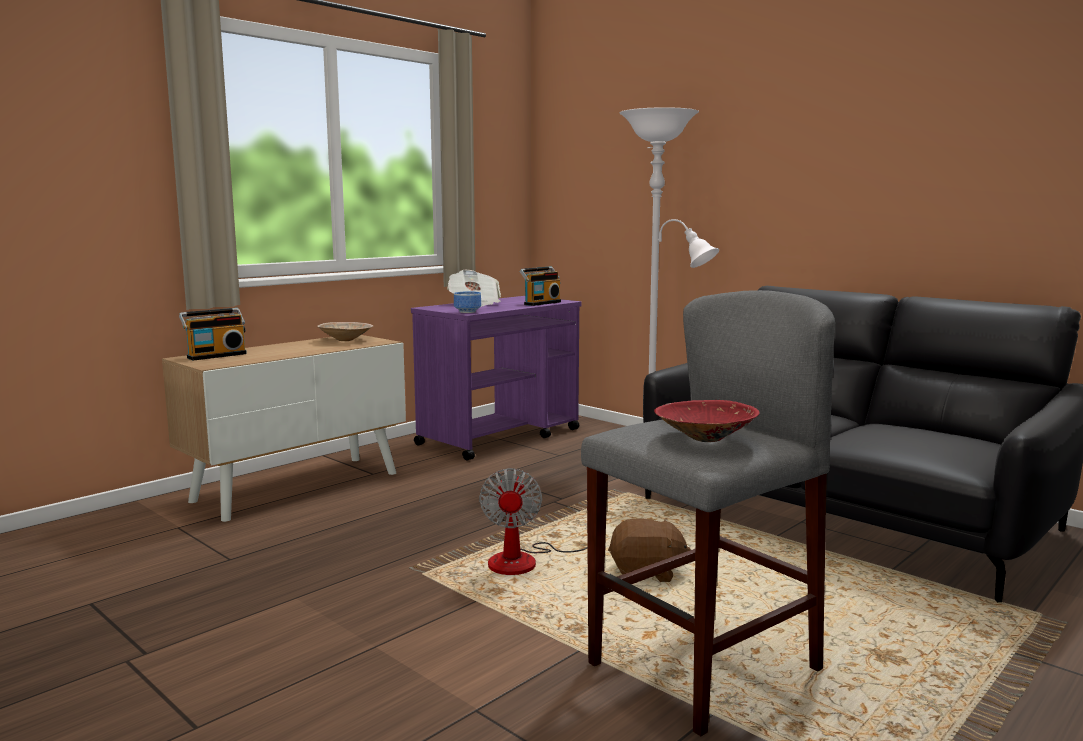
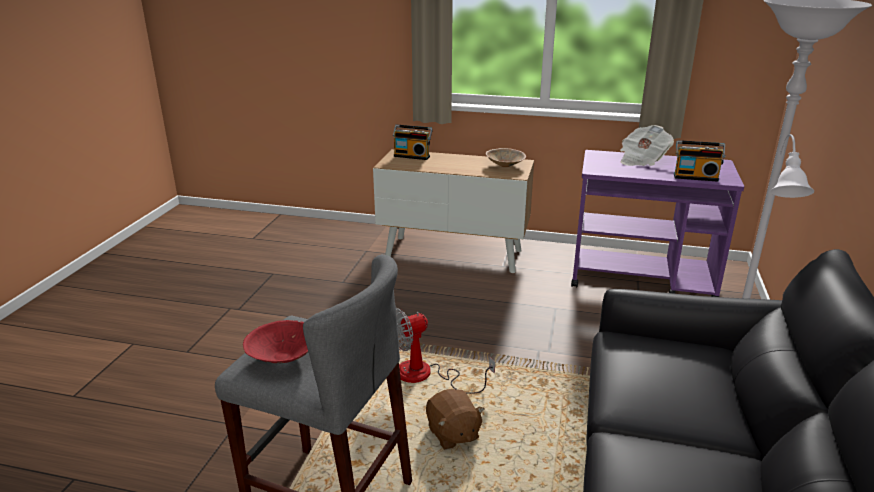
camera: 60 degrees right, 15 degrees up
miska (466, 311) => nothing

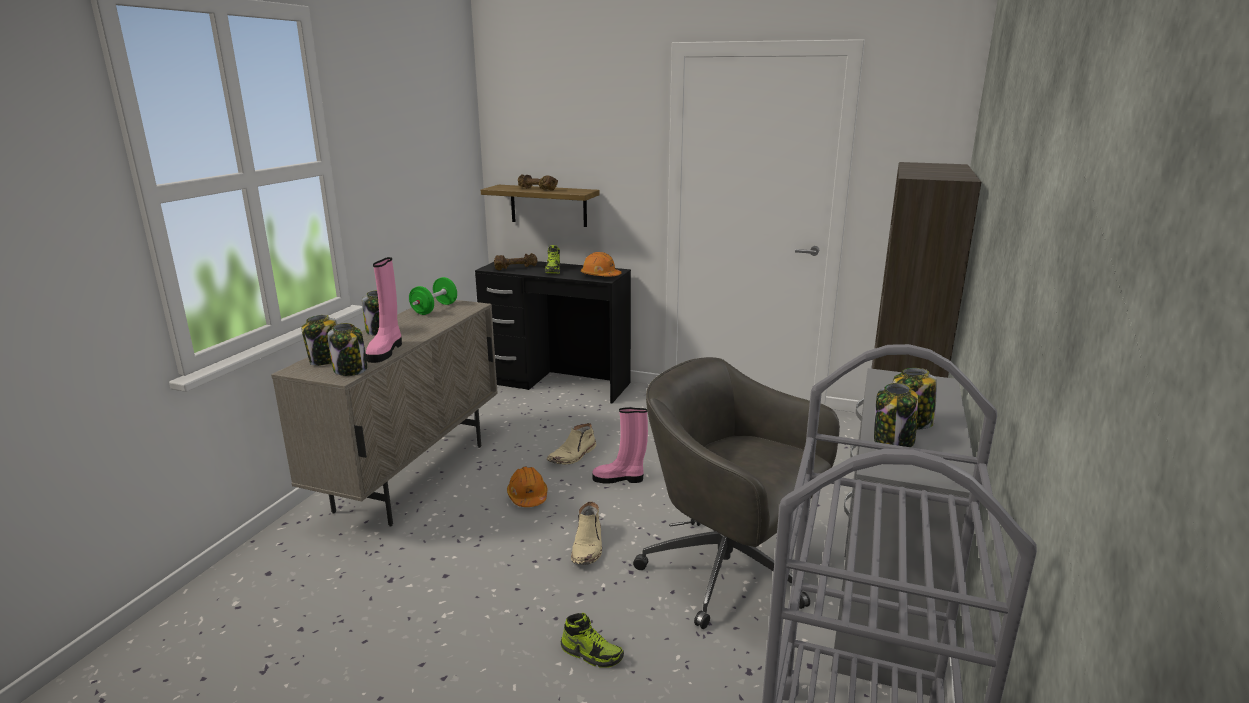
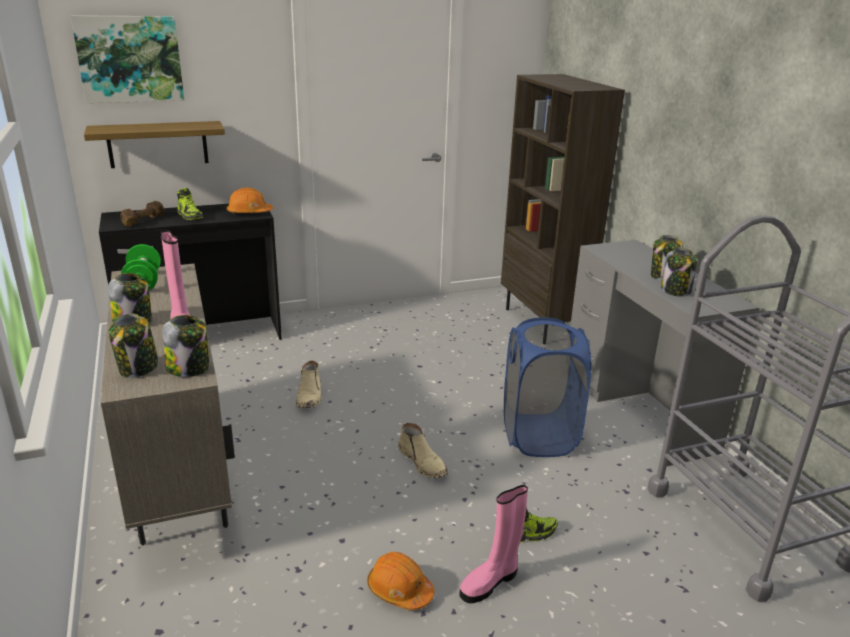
camera: 40 degrees left, 5 degrees up
kask/pomarańczowy (527, 496) => kask/pomarańczowy (399, 590), moved
hantel/brązowy (536, 189) => nothing
but z cholewką/różowy (619, 479) => but z cholewką/różowy (490, 582), moved
krzesło biurowe/szary (729, 573) => kosz na pranie/niebieski (538, 435)
nothing => obraz (130, 59)

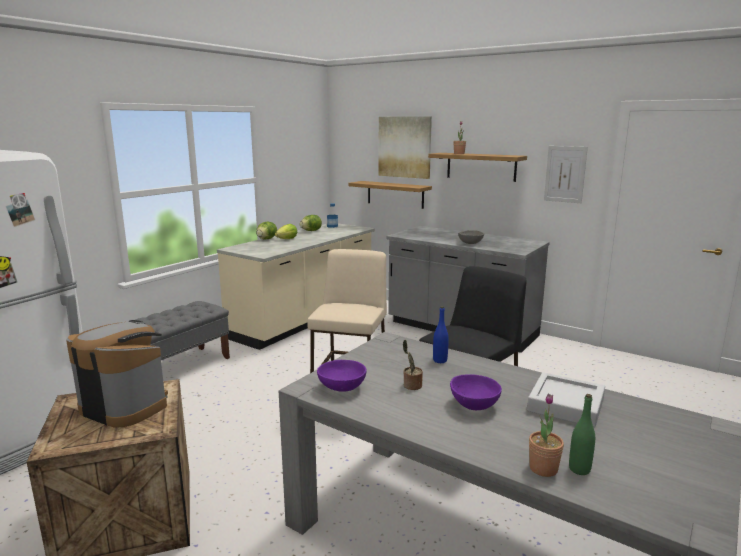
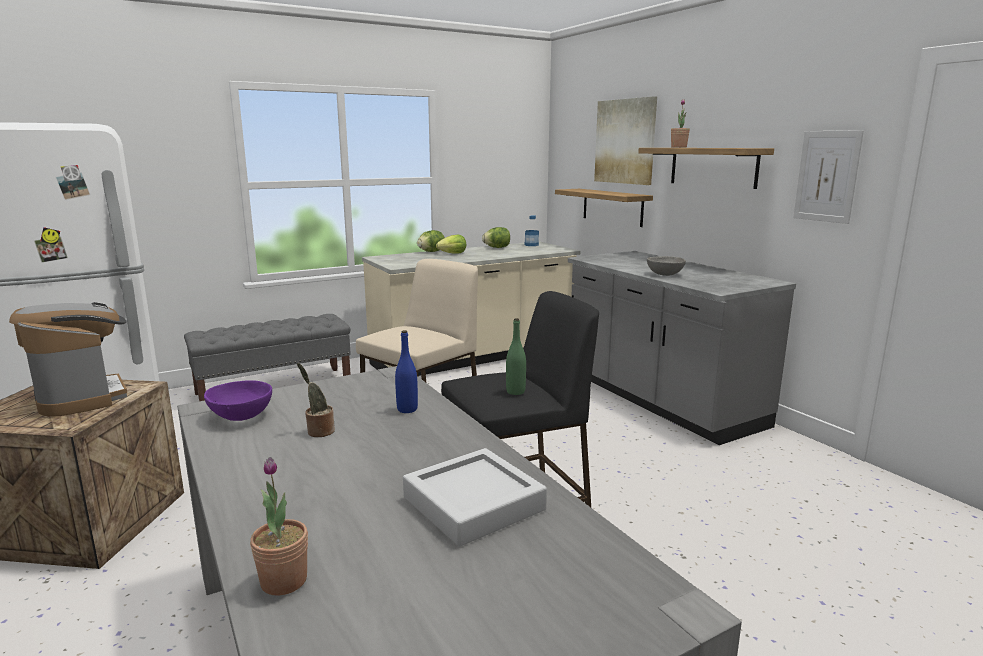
camera: 25 degrees right, 0 degrees up
miska/fioletowy (474, 406) => nothing
butelka/zielony (579, 469) => butelka/zielony (515, 391), moved

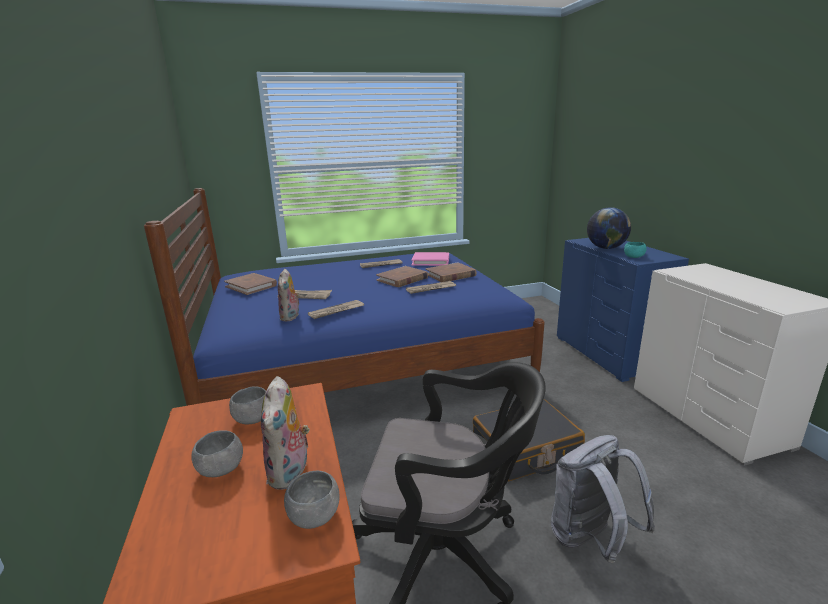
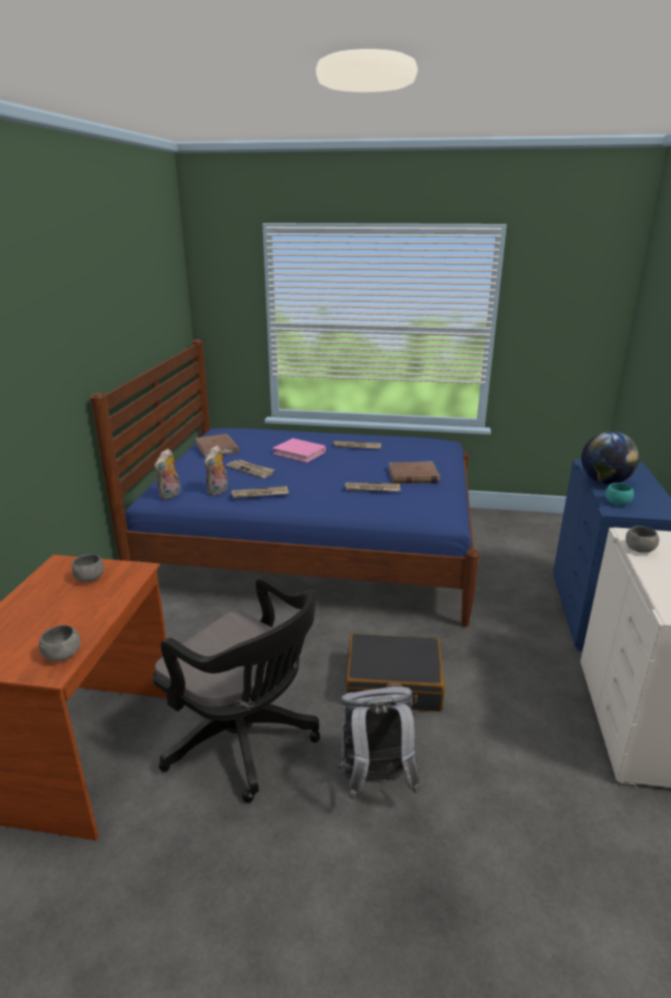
camera: 25 degrees right, 5 degrees up
miska/szary (221, 469) => miska/szary (639, 549), moved
pluszak (290, 473) => pluszak (170, 495), moved
książka/brązowy (402, 279) => nothing
książka/różowy (430, 261) => książka/różowy (300, 453), moved

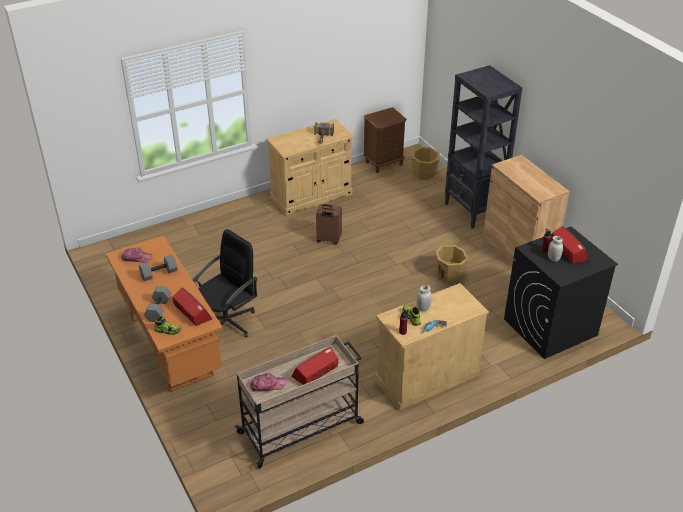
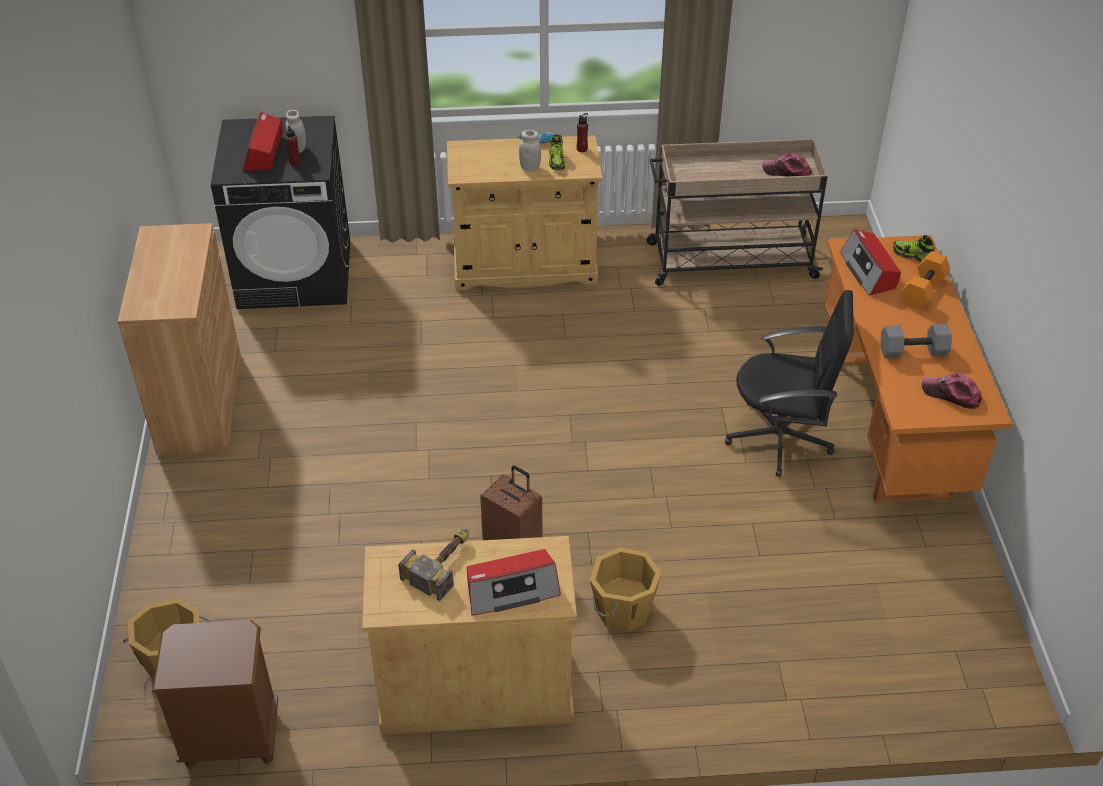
camera: 155 degrees left, 5 degrees up
hantel/szary (159, 310) => hantel/pomarańczowy (922, 290)
krzesło biurowe/czarny (227, 322) => krzesło biurowe/czarny (781, 437), 150 degrees counterclockwise
radio (316, 371) => radio (511, 590), moved
wiadro/pomarańczowy (450, 275) => wiadro/pomarańczowy (622, 609), moved
regał/czarny (473, 211) => nothing

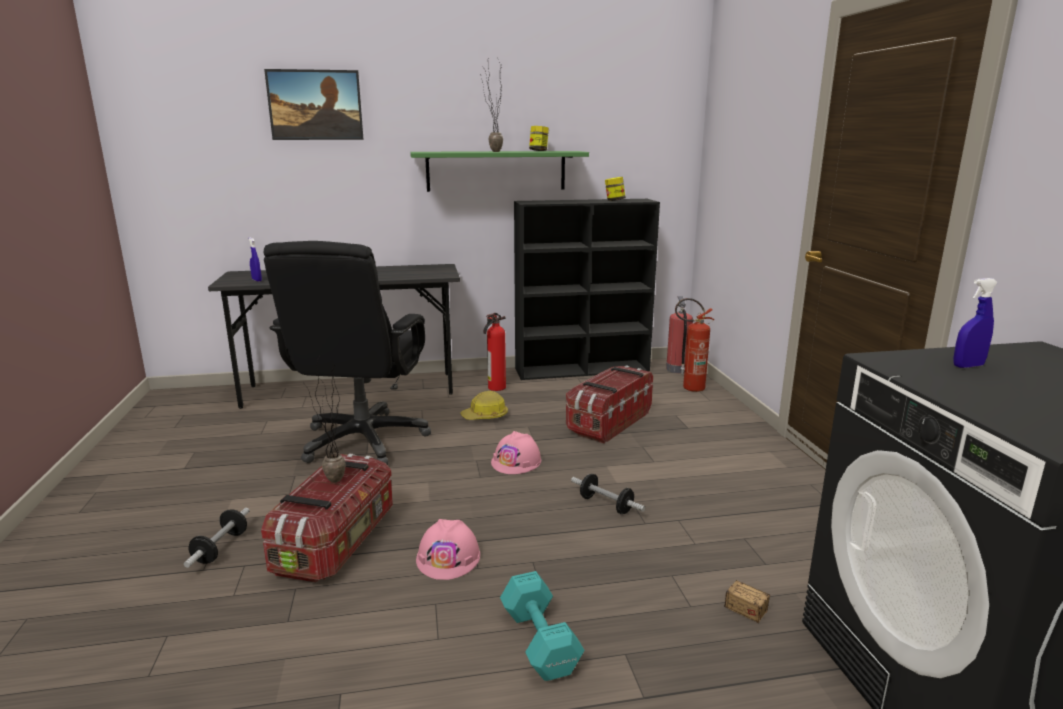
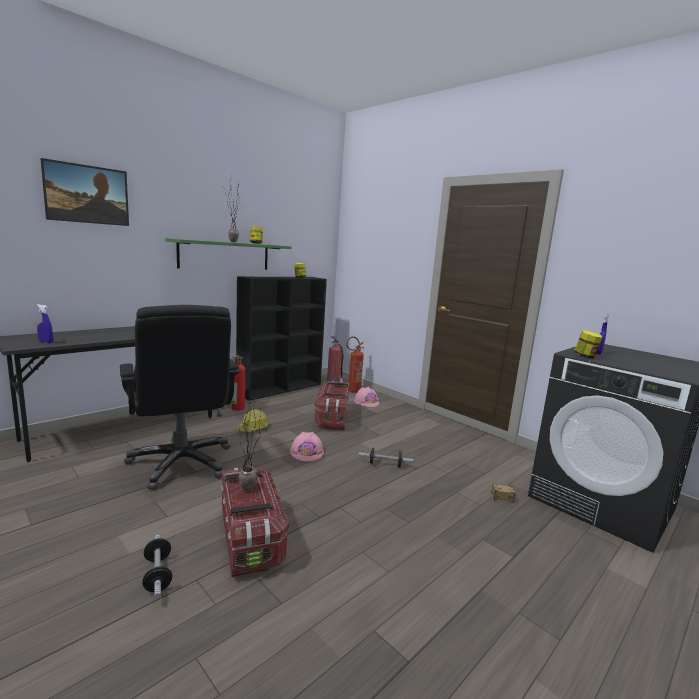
camera: 35 degrees left, 5 degrees down
kask/różowy (448, 557) => kask/różowy (366, 402), moved
hantel/turkusowy (539, 643) => nothing
nothing => słoik (585, 356)

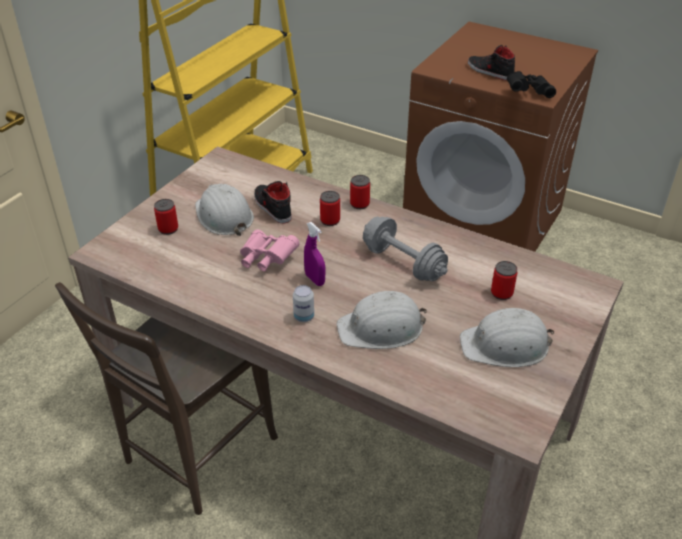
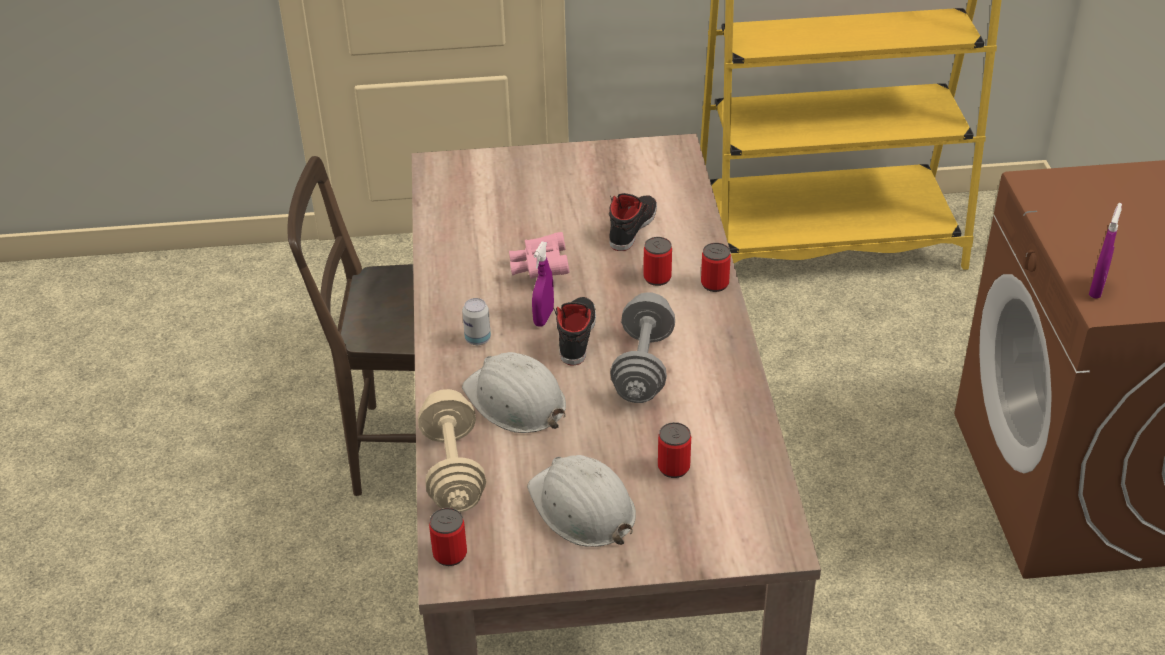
camera: 55 degrees right, 0 degrees up
puszka (168, 229) => puszka (450, 554), moved
kask/biały (223, 216) => nothing
but/czarny (489, 71) => but/czarny (576, 335), moved
lornetka/czarny (528, 92) => spryskiwacz/fioletowy (1097, 289)
nothing => hantel/beżowy (453, 470)

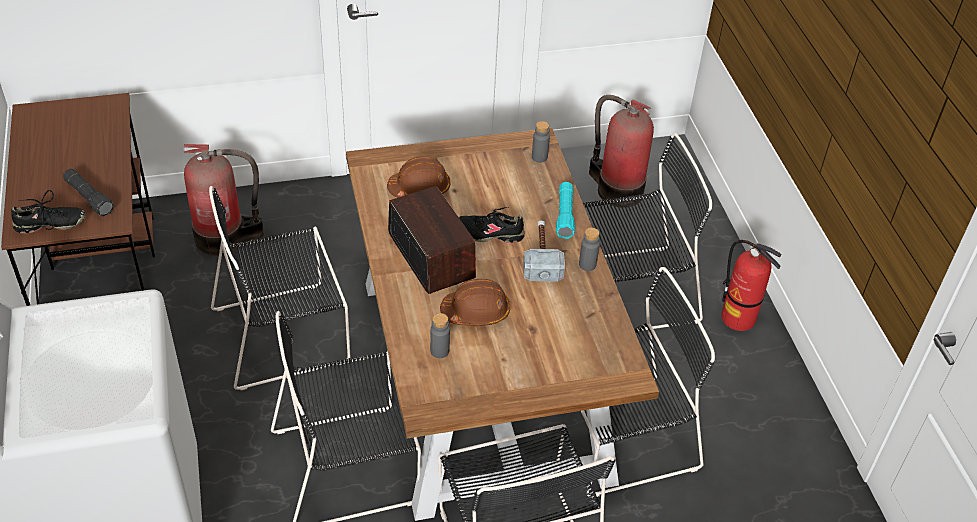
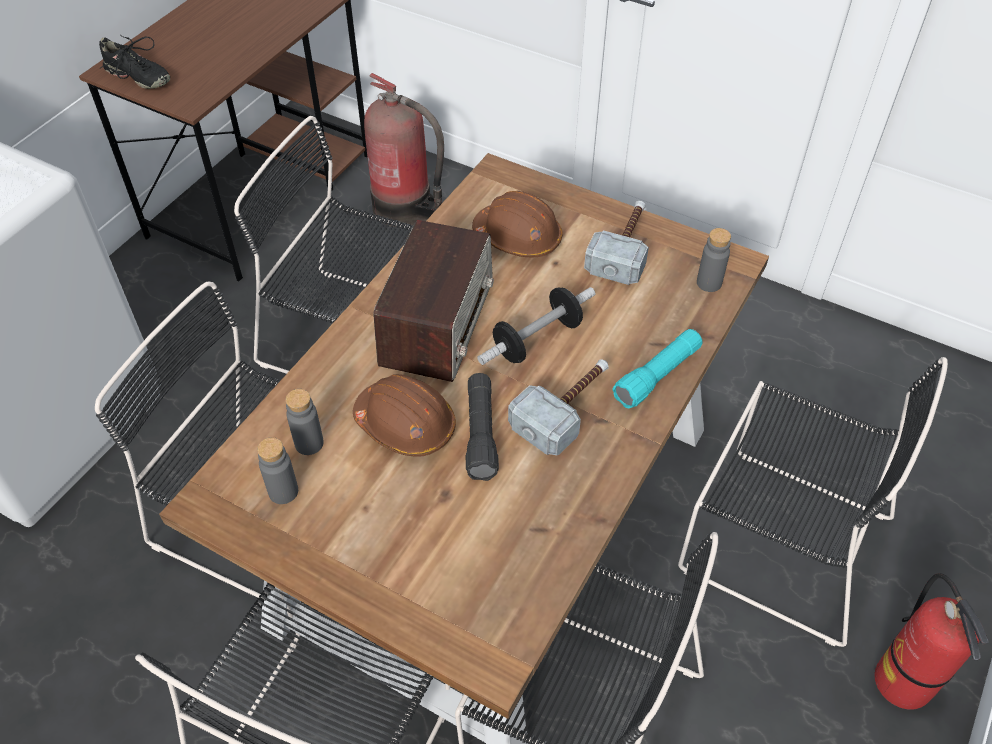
camera: 45 degrees right, 5 degrees up
latarka/czarny (89, 198) => latarka/czarny (481, 433), moved
but/czarny (490, 233) => hantel (537, 339)
butelka/szary (587, 264) => butelka/szary (283, 491), moved
gaśnica (617, 189) => nothing
nothing => młotek (624, 248)

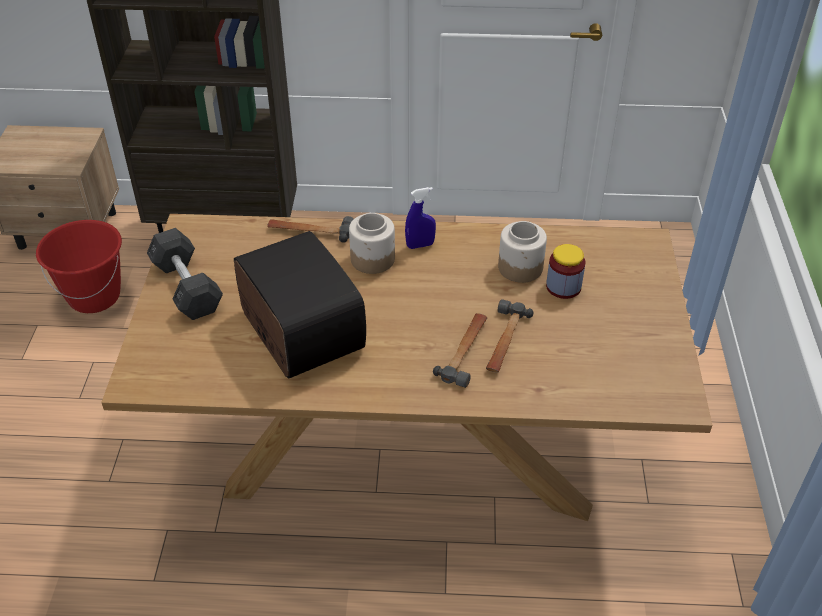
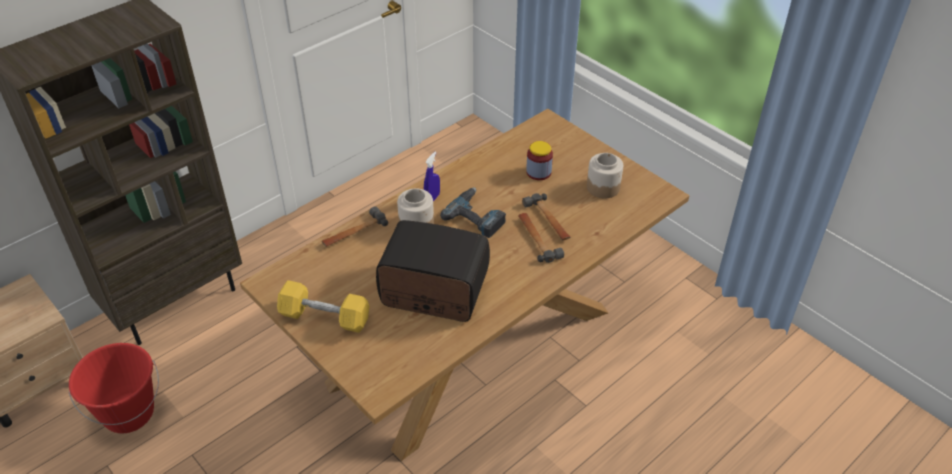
camera: 45 degrees left, 0 degrees up
hantel/szary (187, 287) => hantel/żółty (325, 317)
słoik (521, 267) => słoik (603, 187), moved
nothing => wiertarka (477, 216)

